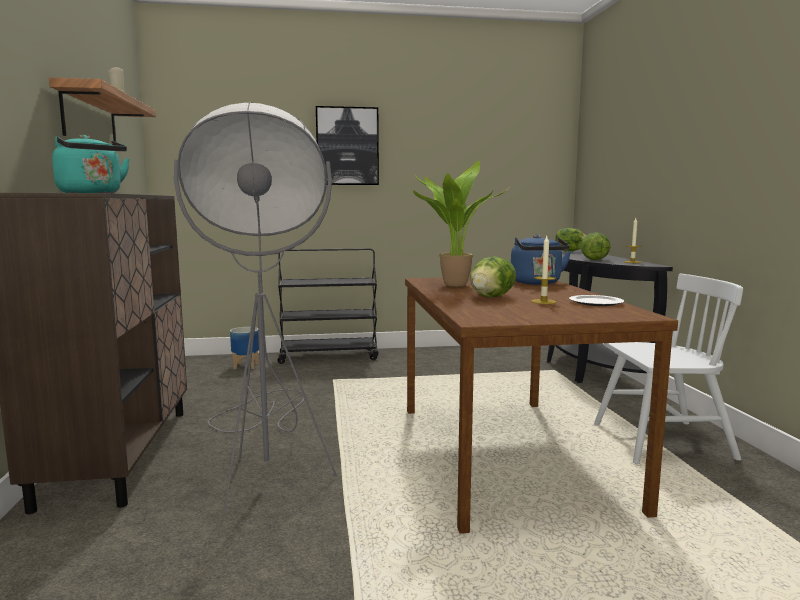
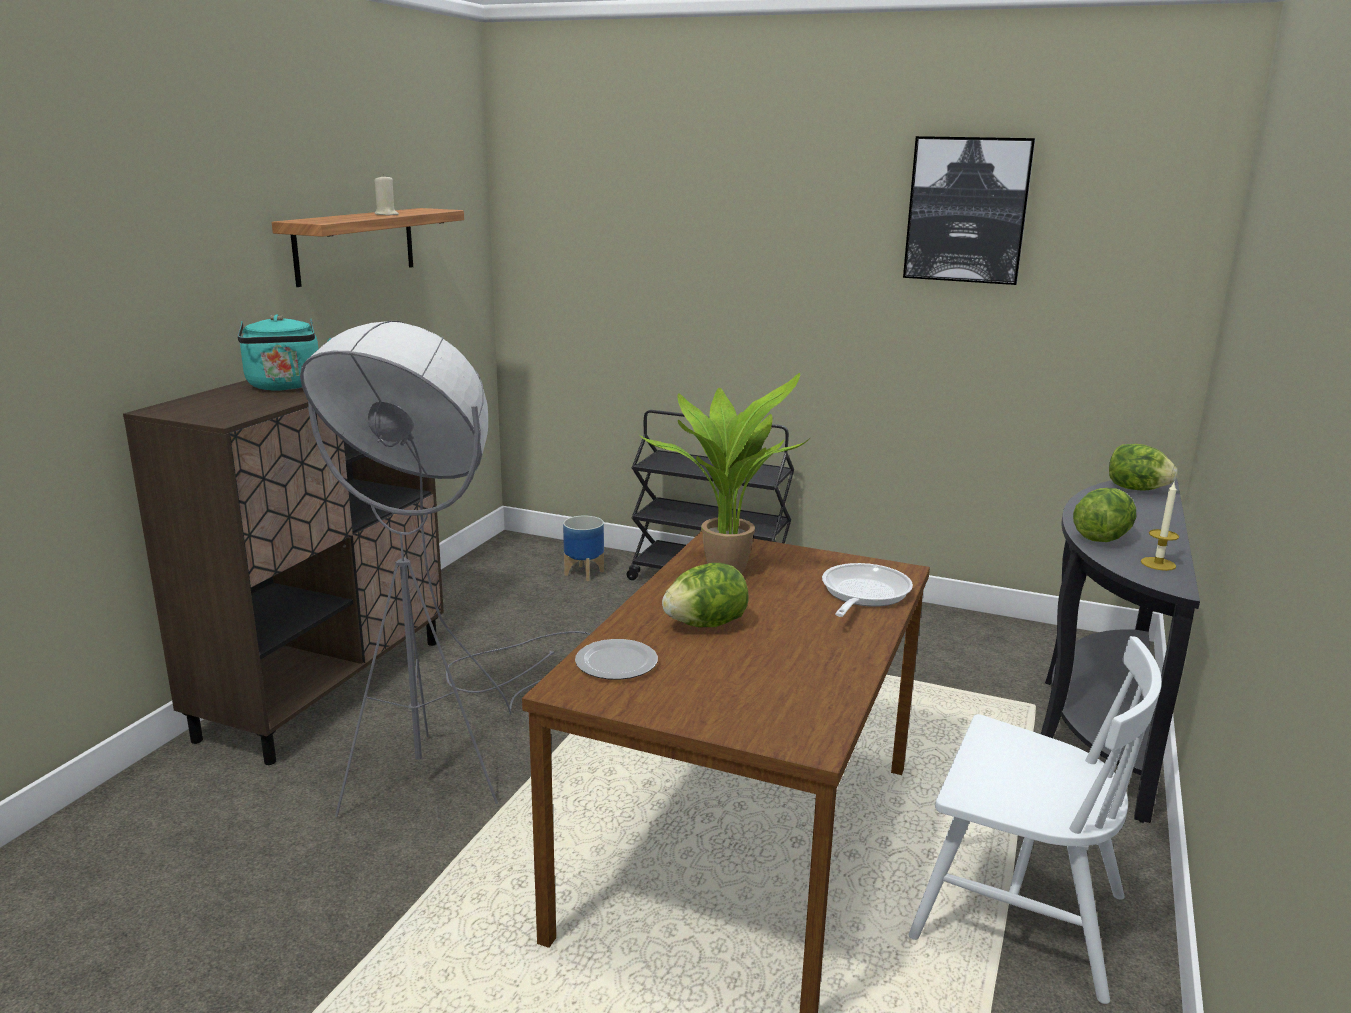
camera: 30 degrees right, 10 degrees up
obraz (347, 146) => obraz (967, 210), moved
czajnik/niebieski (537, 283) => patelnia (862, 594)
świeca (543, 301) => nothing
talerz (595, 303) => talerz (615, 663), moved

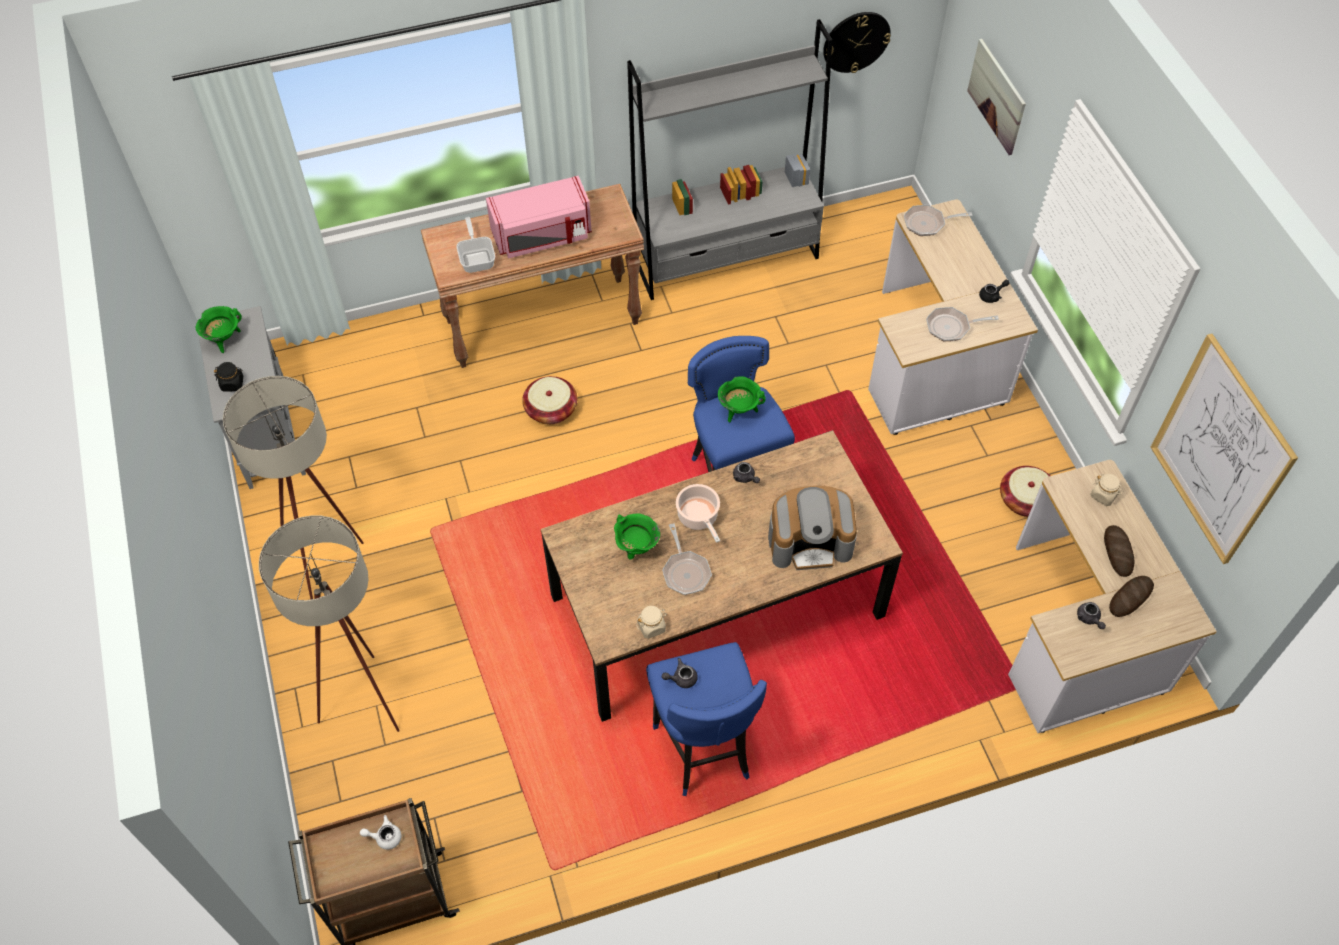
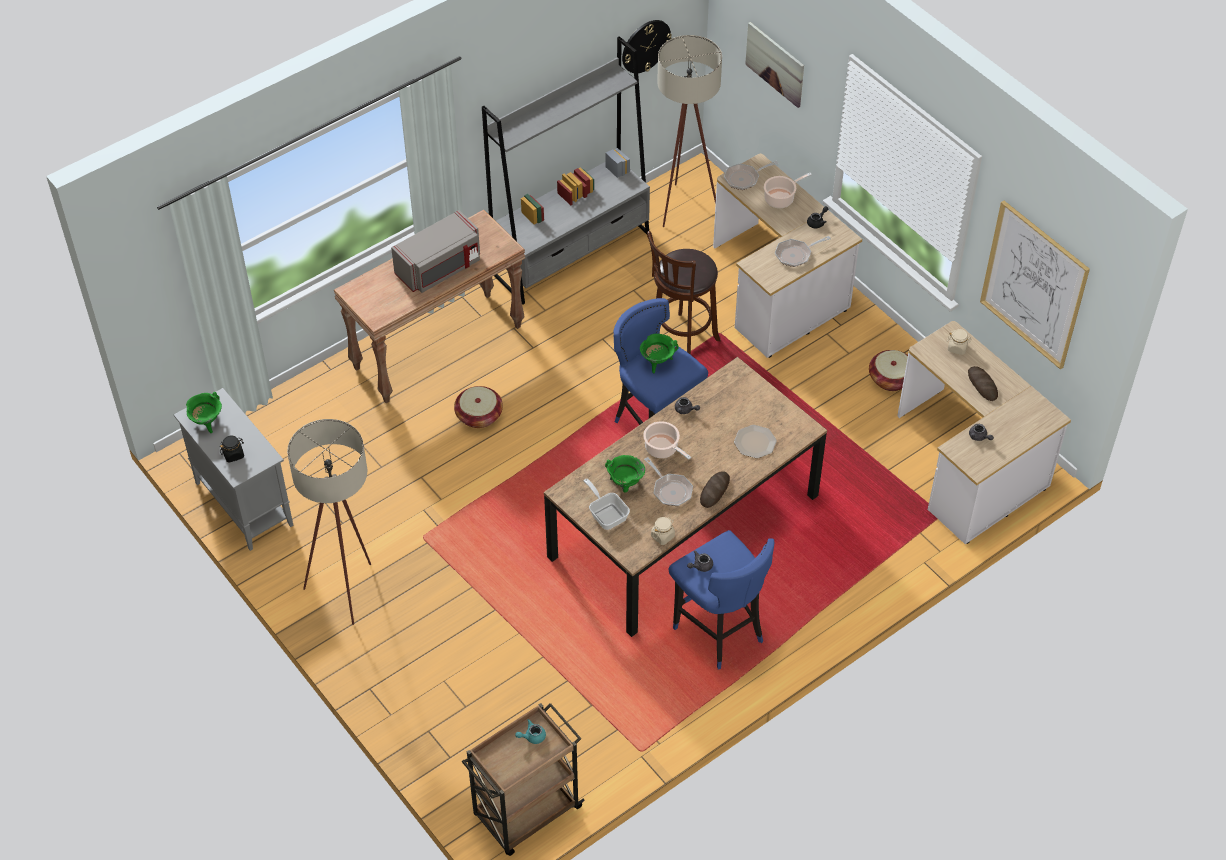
camera: 20 degrees left, 5 degrees down
lampa stojąca/beżowy (366, 693) => lampa stojąca/beżowy (684, 204), moved
imbryk/biały (384, 837) => imbryk/turkusowy (532, 736)
patelnia (477, 258) => patelnia (606, 514), moved
mikrofalówka/różowy (542, 236) => mikrofalówka/szary (440, 268)
ekspres do kawy (810, 542) => talerz (755, 442)
chleb (1130, 597) => chleb (714, 491), moved
nothing => stołek/brązowy (681, 342)
nothing => garnek (781, 198)

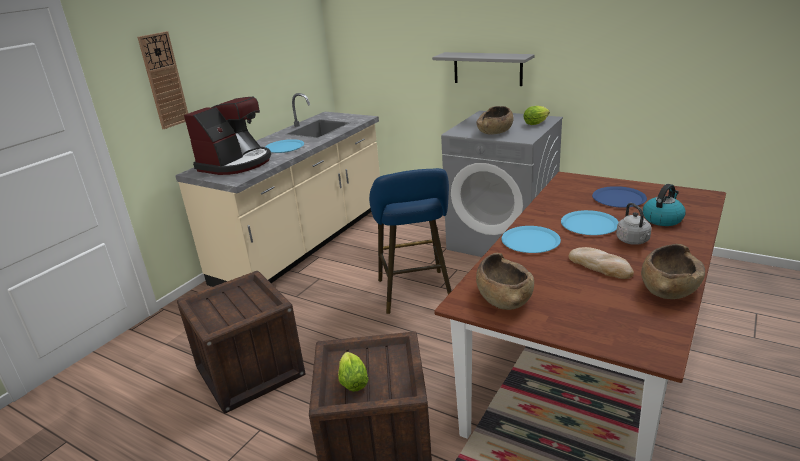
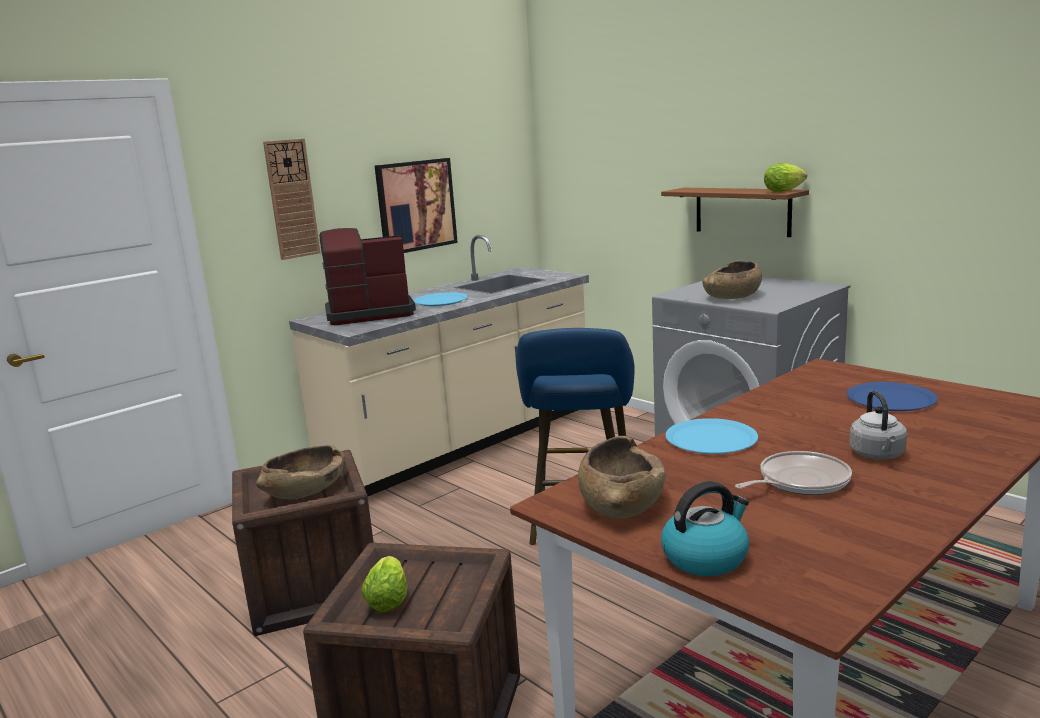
camera: 15 degrees right, 10 degrees down
ekspres do kawy (236, 163) => ekspres do kawy (368, 313), 150 degrees counterclockwise
półka/szary (487, 68) => półka/brązowy (742, 211)
sałata (537, 123) => sałata (785, 191), moved
talerz/niebieski (589, 224) => nothing
chleb (600, 266) => patelnia (799, 481)
miska/brązowy (669, 287) => miska/brązowy (305, 490), moved
czajnik (662, 219) => czajnik (705, 557), moved
nothing => obraz (416, 205)

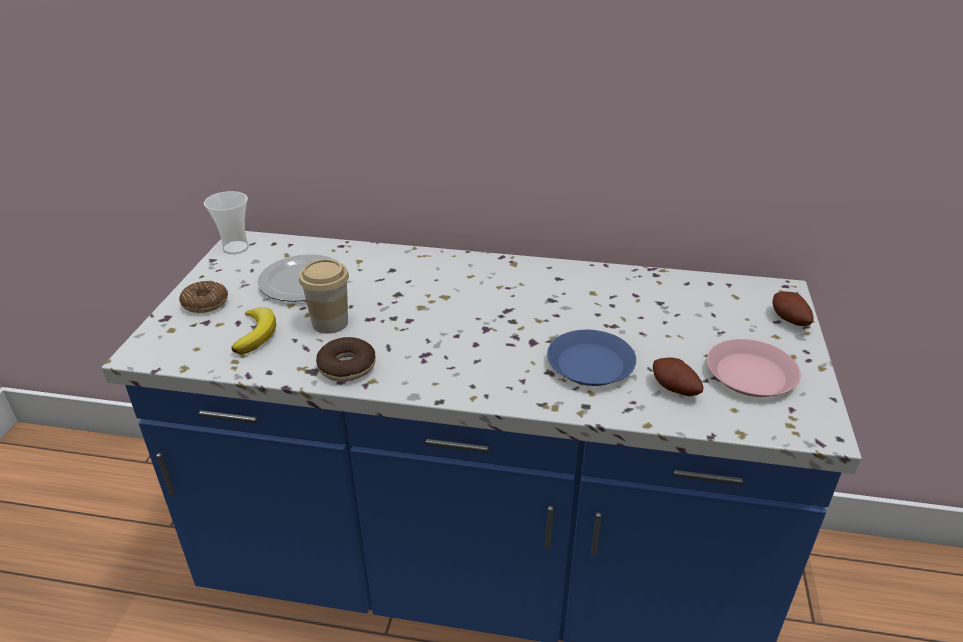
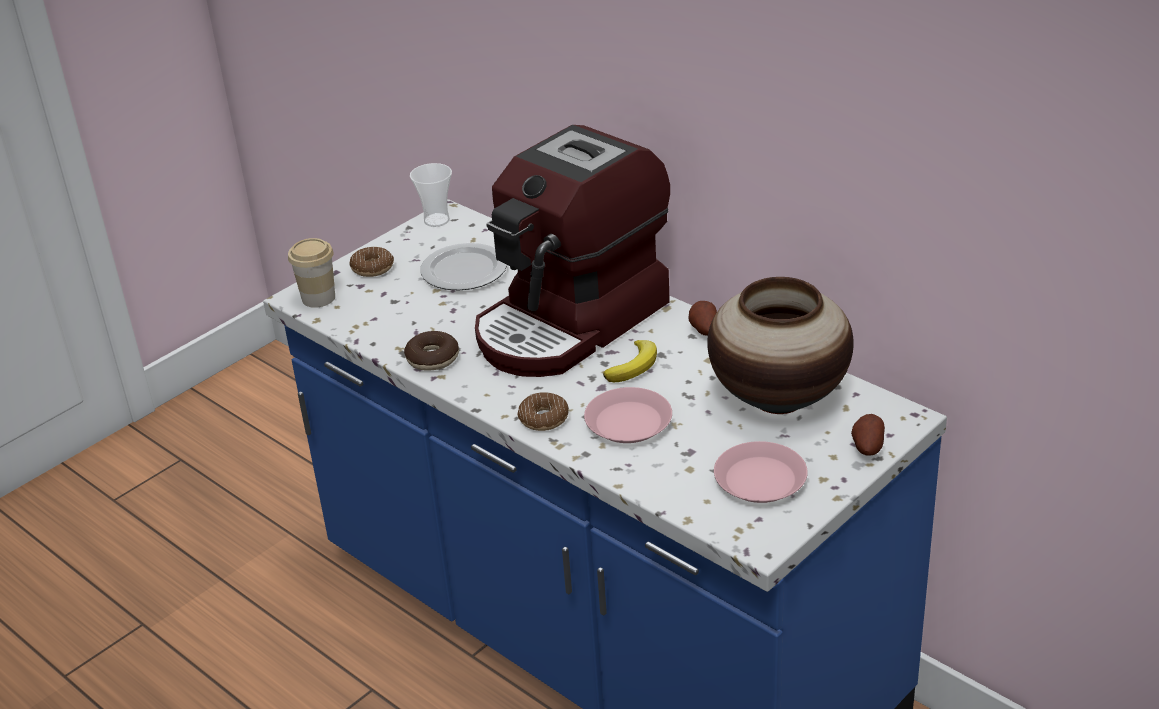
camera: 35 degrees right, 0 degrees up
banan (256, 333) => banan (634, 365), moved
filiżanka (330, 323) => filiżanka (318, 298), moved
talerz/niebieski (590, 364) => talerz/różowy (628, 422)
ziemniak (674, 390) => ziemniak (703, 330), moved
nothing => ekspres do kawy (572, 323)
nothing => donut (543, 418)
nothing => wazon (779, 398)

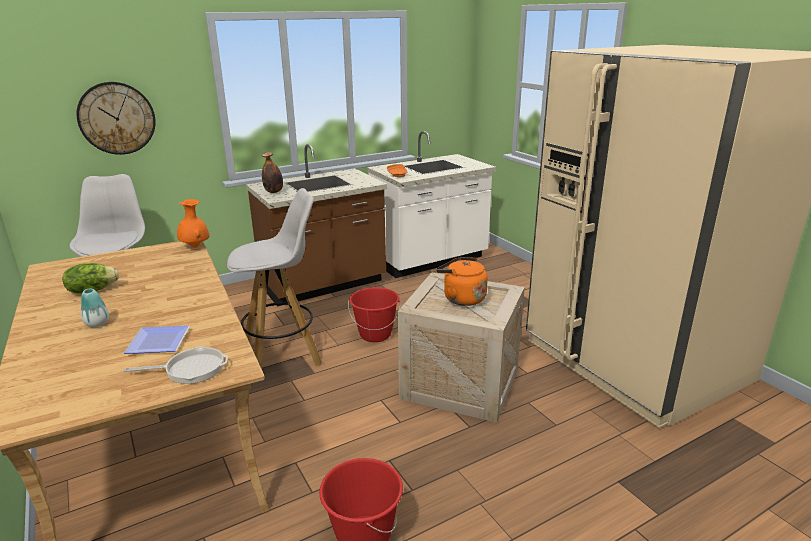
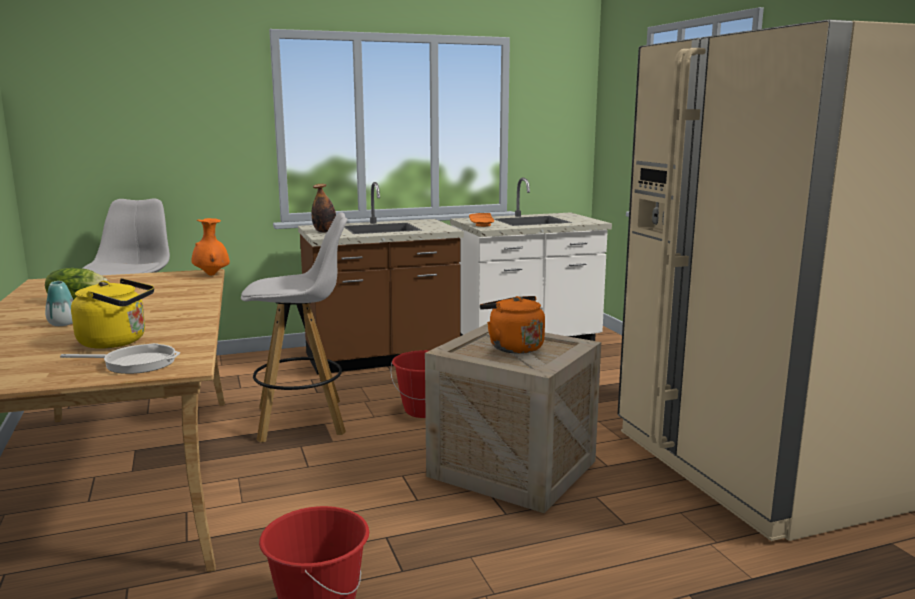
camera: 10 degrees right, 10 degrees down
zegar ścienny (116, 118) => nothing
talerz (160, 343) => czajnik/żółty (117, 342)

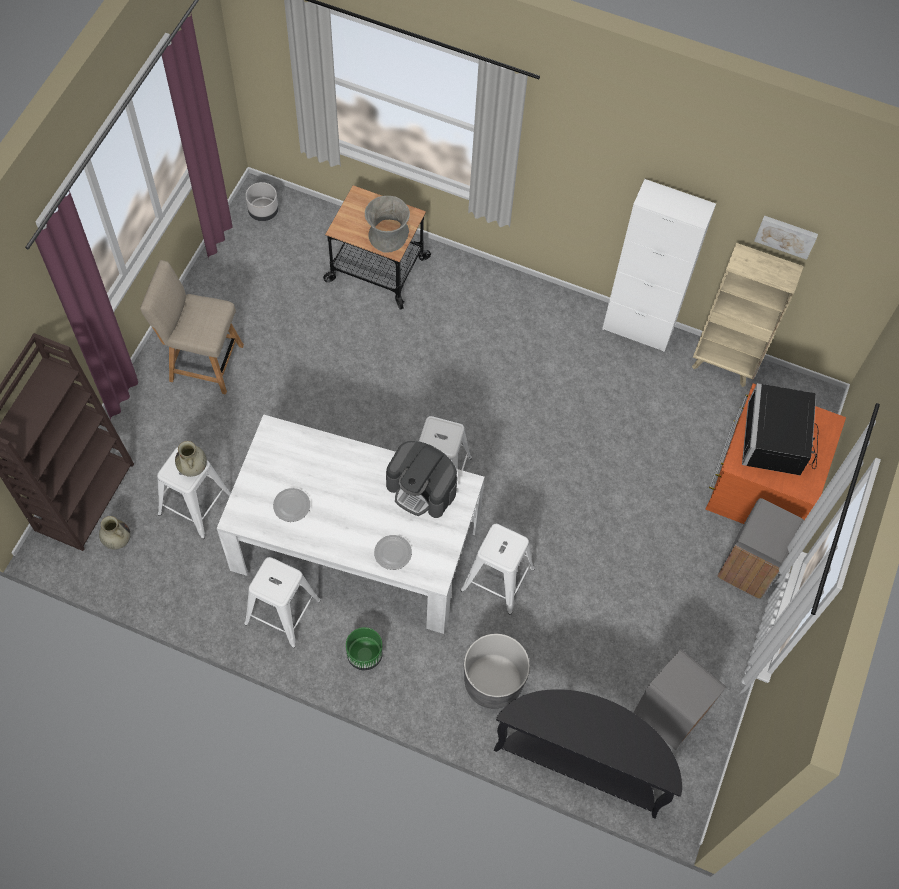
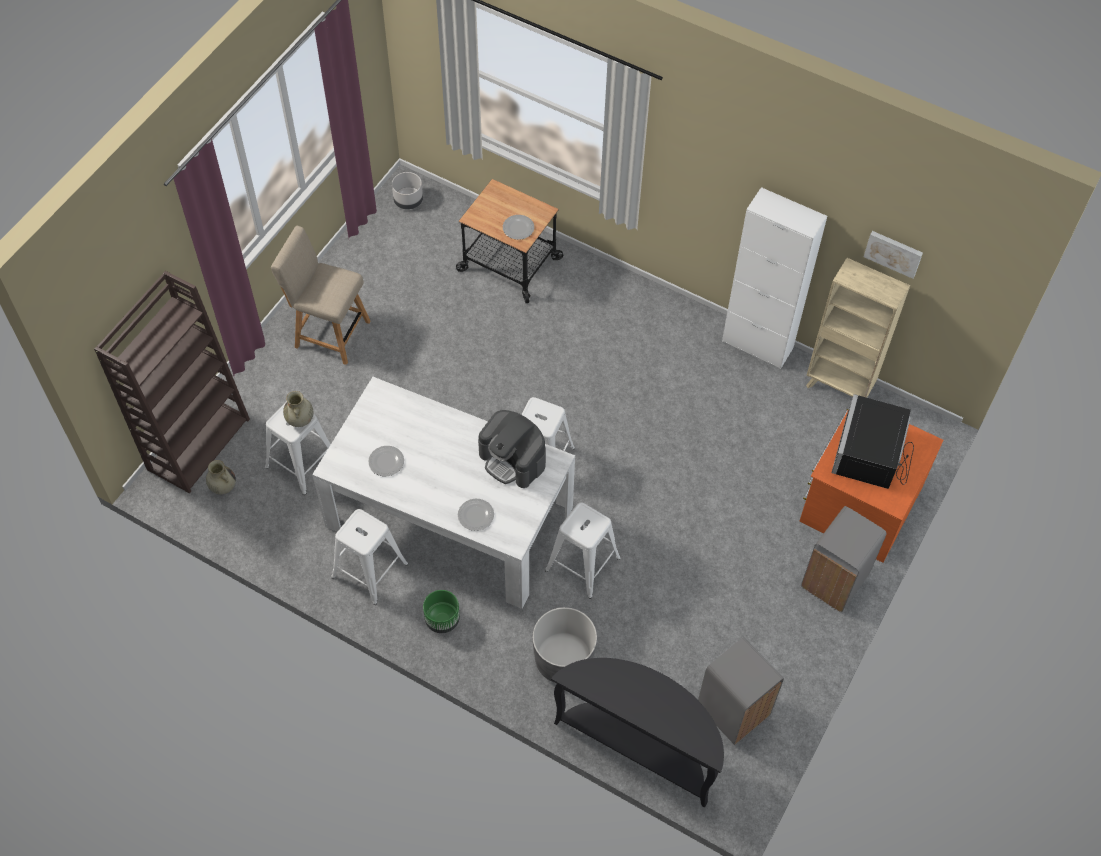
camera: 10 degrees right, 5 degrees down
wazon/szary (387, 235) => talerz (518, 228)

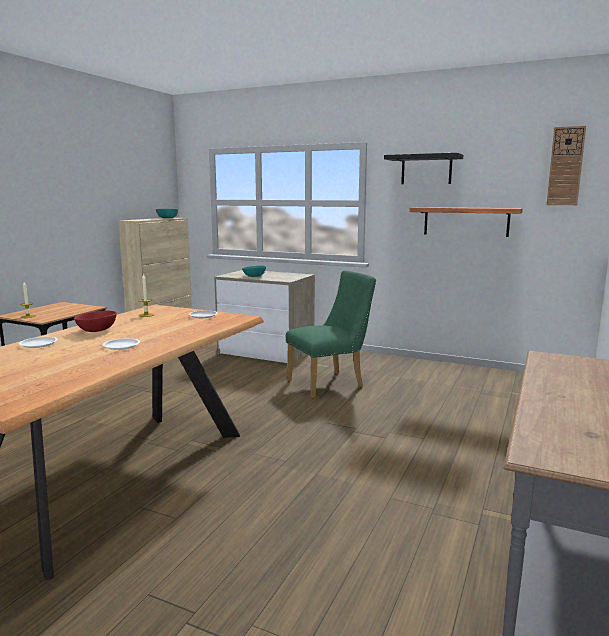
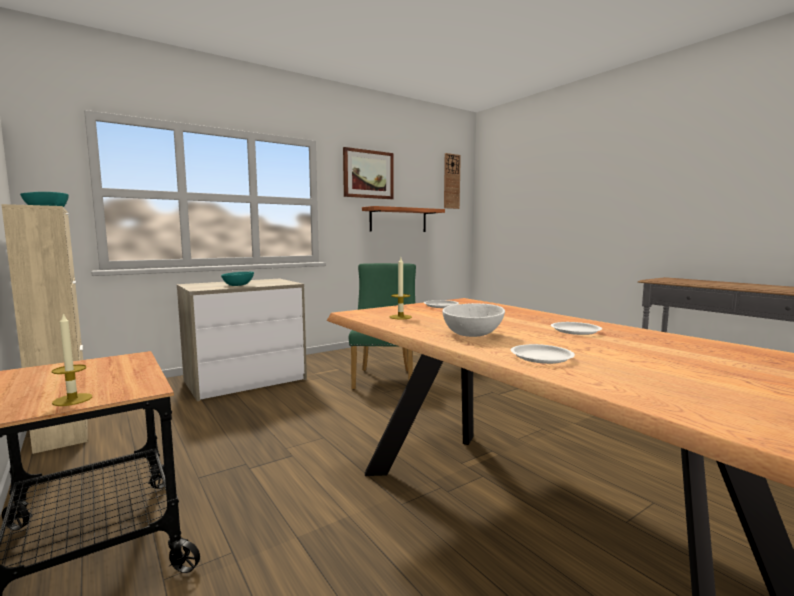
camera: 60 degrees left, 5 degrees down
miska/czerwony (97, 330) => miska/biały (472, 334)
półka/czarny (426, 170) => obraz (368, 174)

